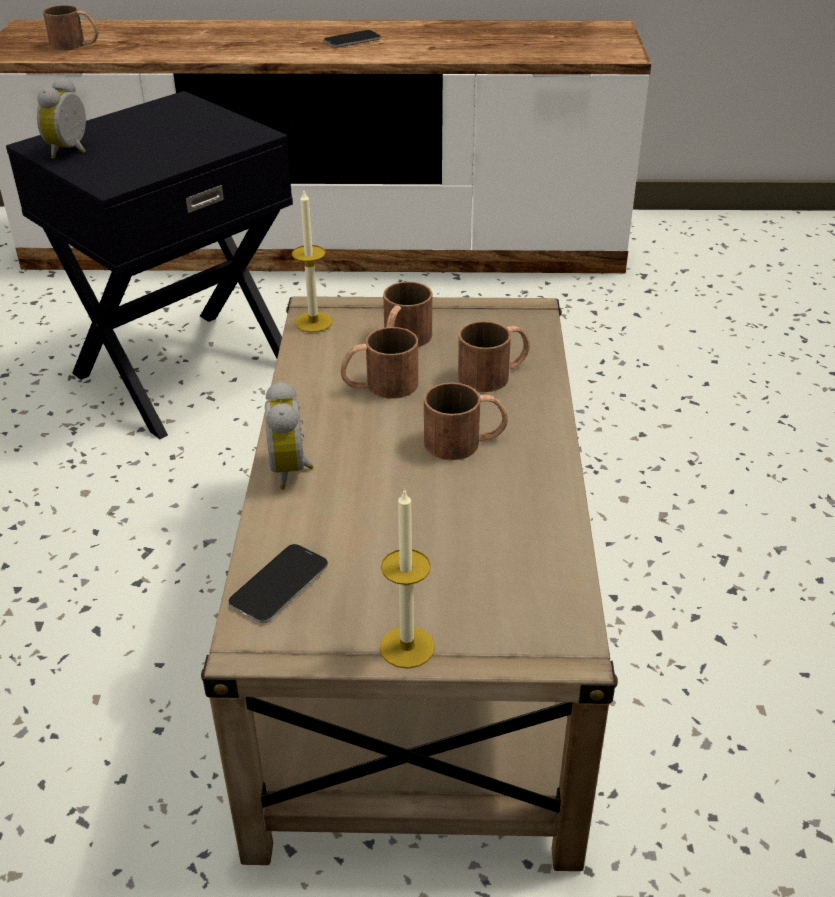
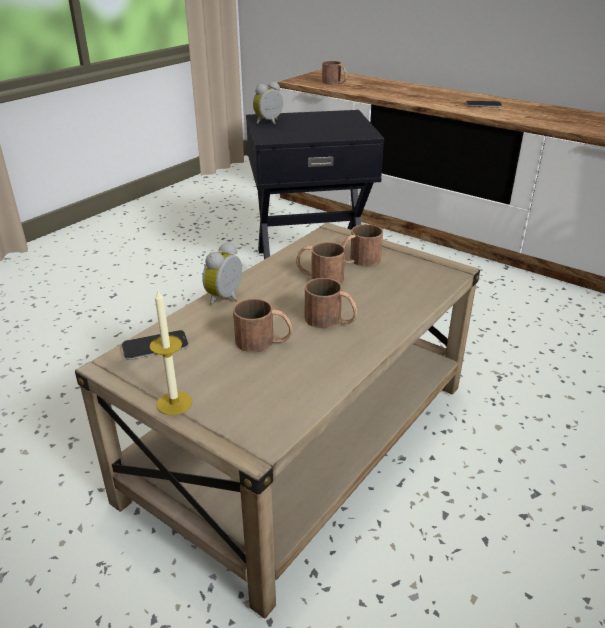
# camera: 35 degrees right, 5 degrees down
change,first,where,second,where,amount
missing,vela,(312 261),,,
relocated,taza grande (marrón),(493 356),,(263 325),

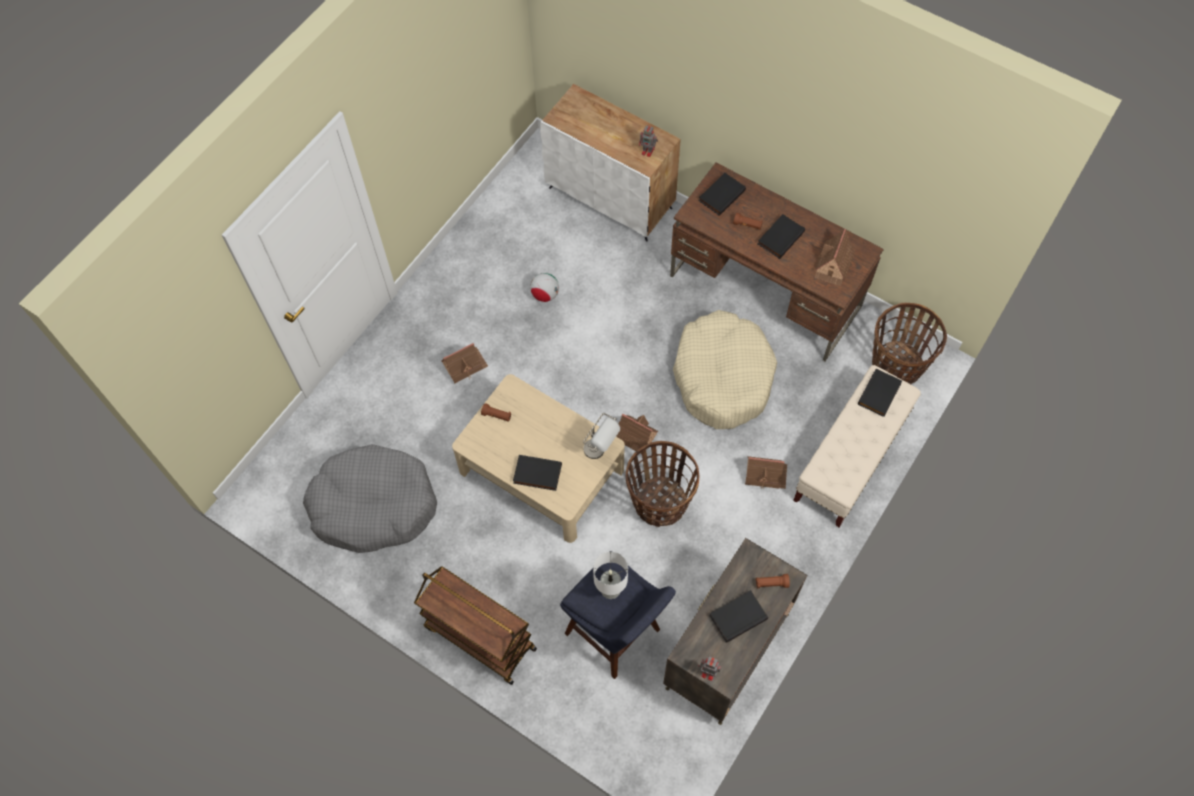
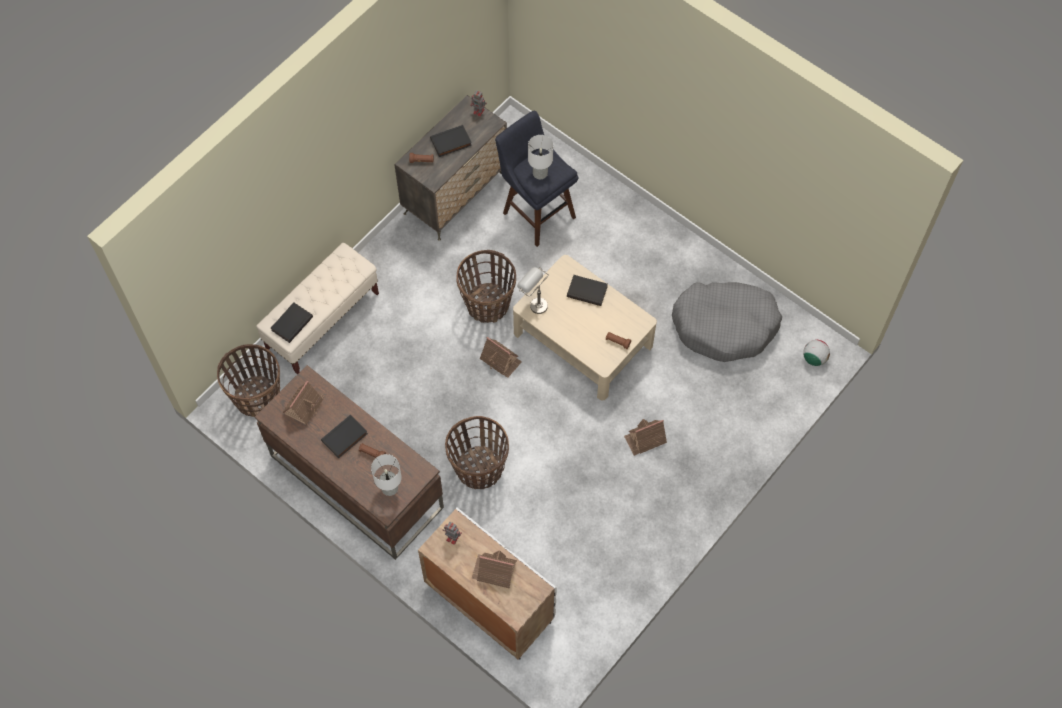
# camera: 175 degrees left, 0 degrees up
change,first,where,second,where,amount
missing,carrito (marrón),(475 625),,,
relocated,balón de fútbol,(544 287),,(816 353),
missing,cama para perro (beis),(725 369),,,
exchanged,libro (negro),(722 194),lámpara de mesa (blanco),(386 475),
relocated,casita,(766 472),,(494 569),
appeared,,,cesta,(477 452),

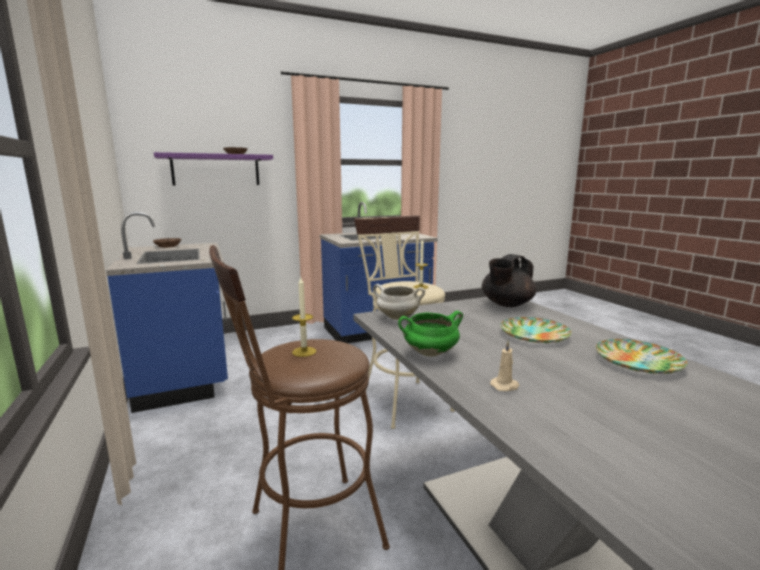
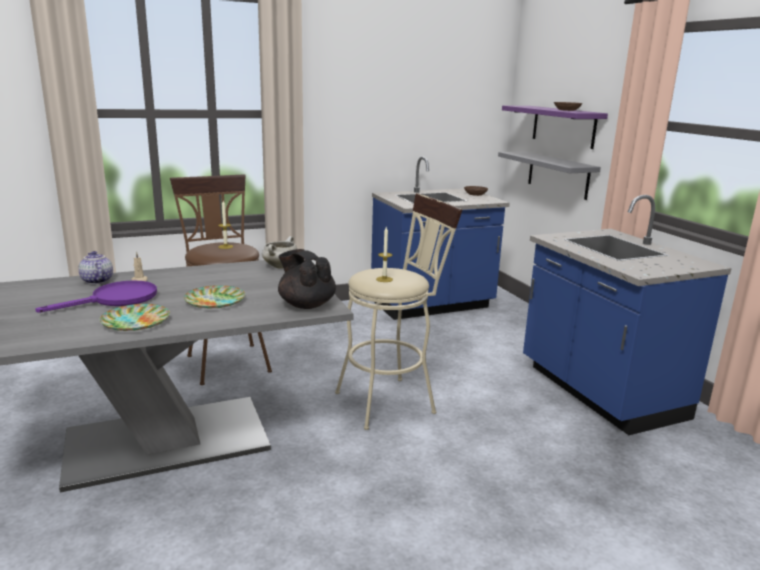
# camera: 90 degrees right, 5 degrees up
change,first,where,second,where,amount
missing,olla (verde),(430 333),,,
appeared,,,sartén (morado),(96 296),
appeared,,,tetera,(95 267),
appeared,,,estante (gris),(549 175),

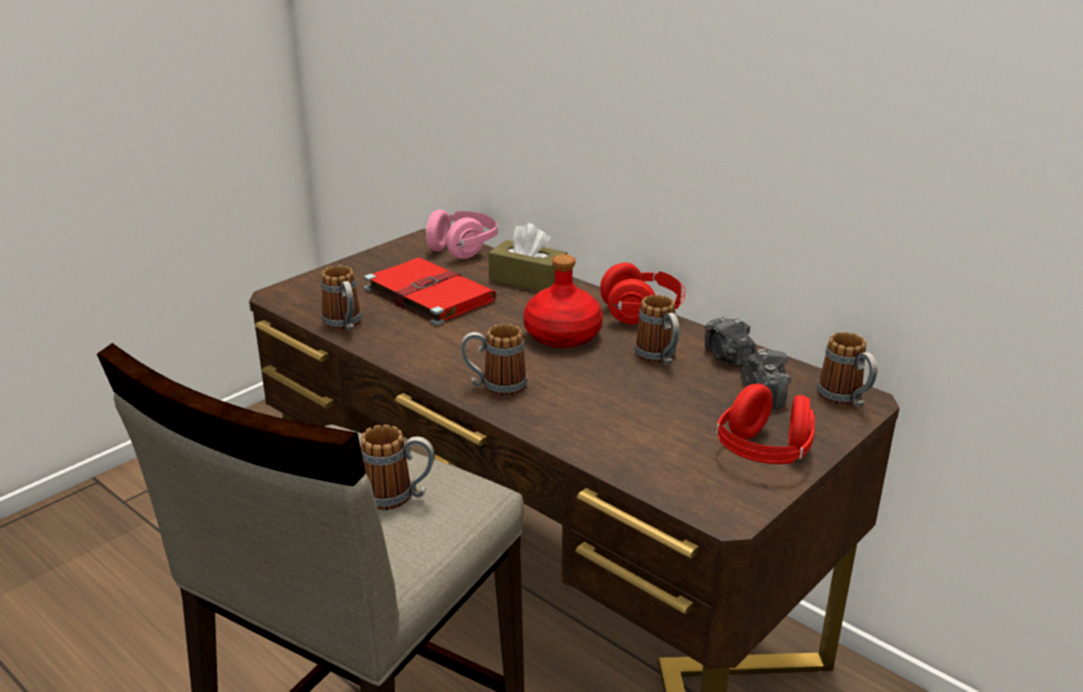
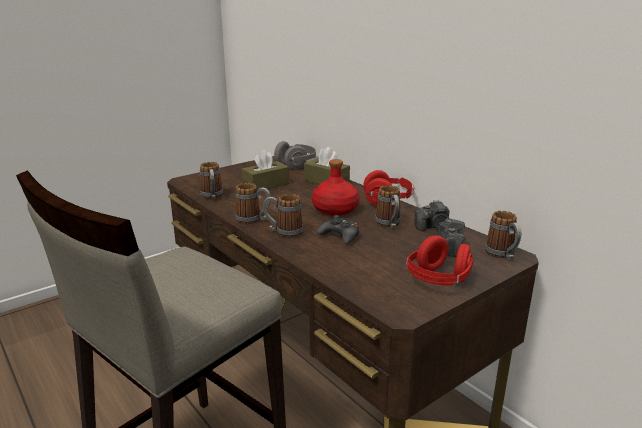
# camera: 10 degrees right, 5 degrees down
change,first,where,second,where,amount
relocated,taza grande,(397 467),,(253 203),
exchanged,libro (rojo),(430 292),caja de pañuelos (marrón),(265 170),
colour,auriculares (rosa),(462 234),auriculares (gris),(295 155),
spun,cámara,(730 342),,(432 215),90 degrees counterclockwise
appeared,,,mando de consola (negro),(338 229),

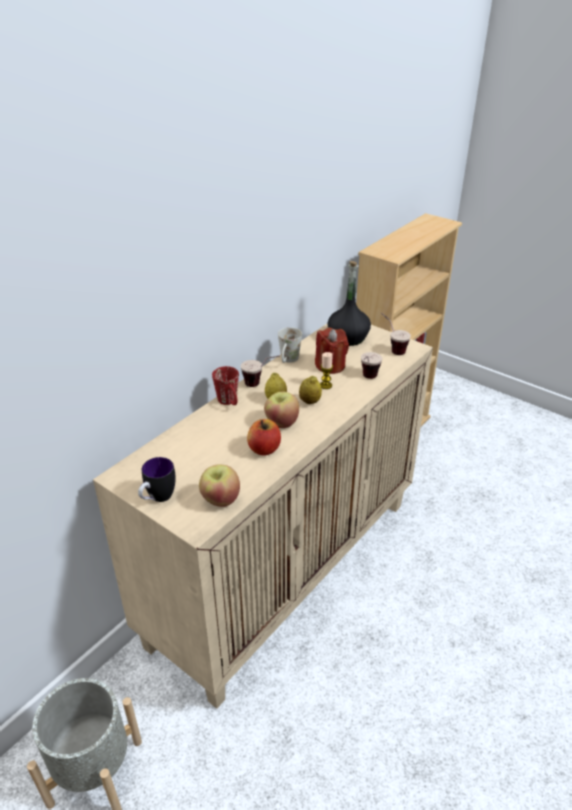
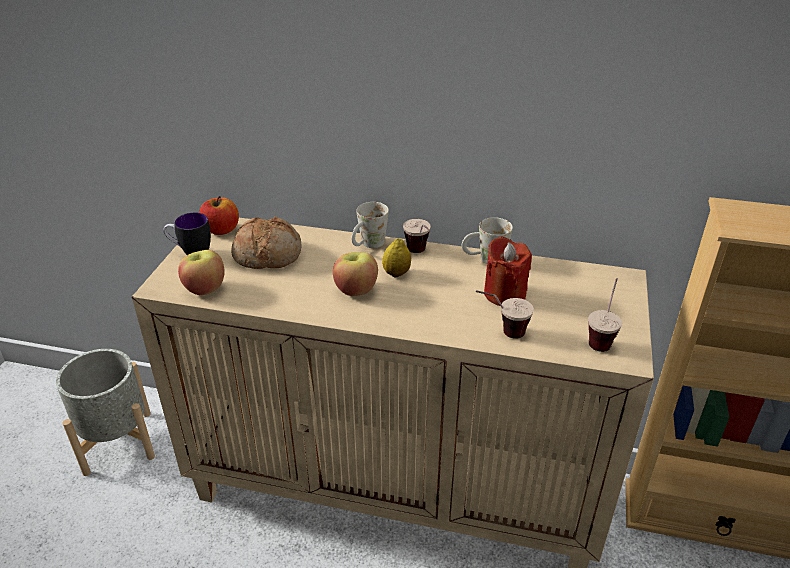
# camera: 65 degrees right, 0 degrees up
change,first,where,second,where,amount
colour,taza grande (rojo),(225 385),taza grande (blanco),(370 225),
relocated,manzana,(264 437),,(219 215),
missing,limón,(310 390),,,
missing,vela,(326 370),,,
missing,botella (negro),(349 303),,,
appeared,,,pan,(266 242),

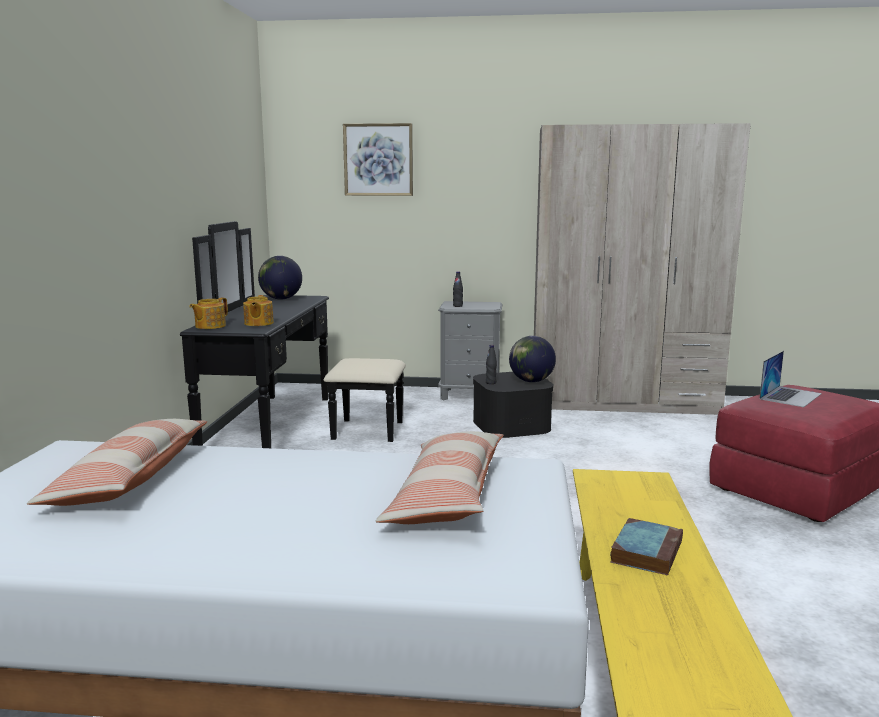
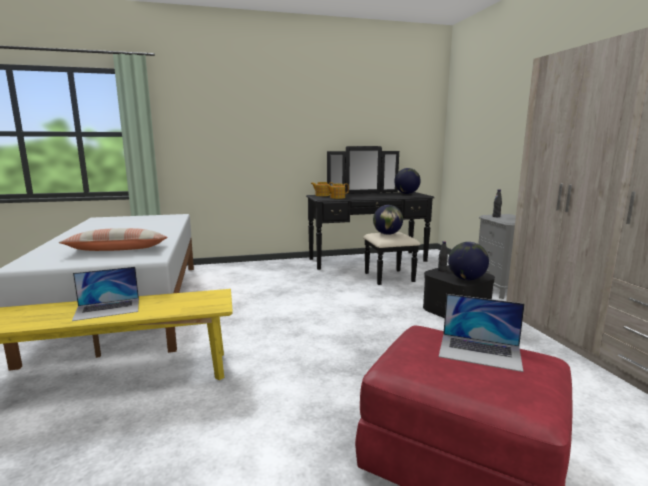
# camera: 70 degrees right, 0 degrees up
change,first,where,second,where,amount
missing,cojín,(117 462),,,
missing,cuadro,(378 159),,,
exchanged,libro,(646 546),portátil,(105 294),
appeared,,,globo terráqueo,(388 220),

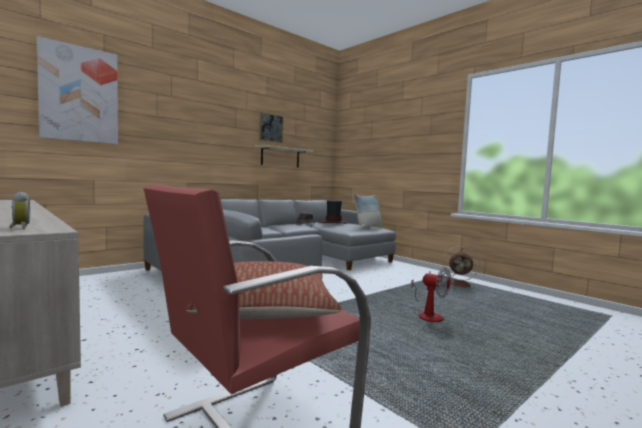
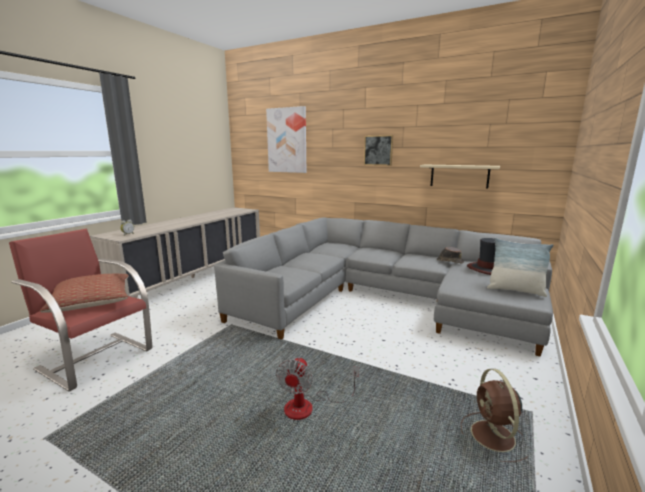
# camera: 70 degrees right, 10 degrees up
change,first,where,second,where,amount
relocated,cuadro,(271 127),,(378 150),

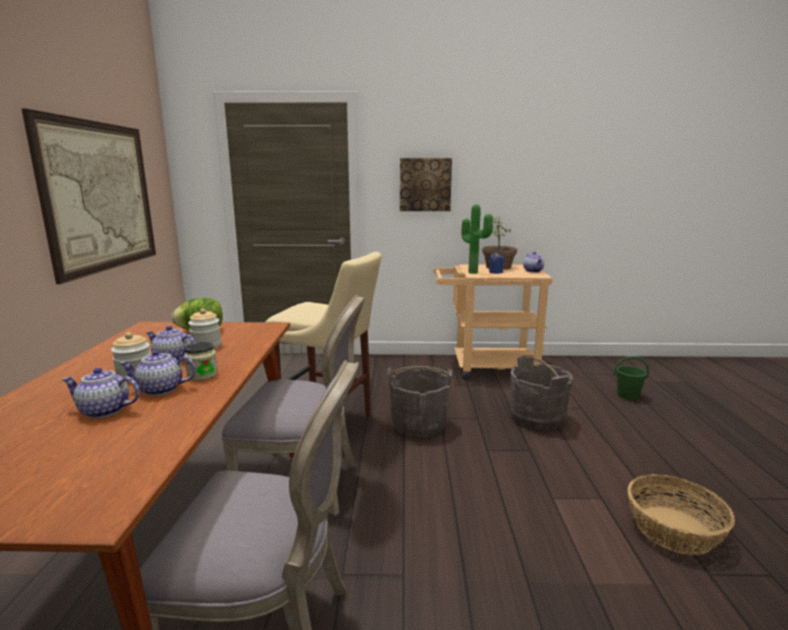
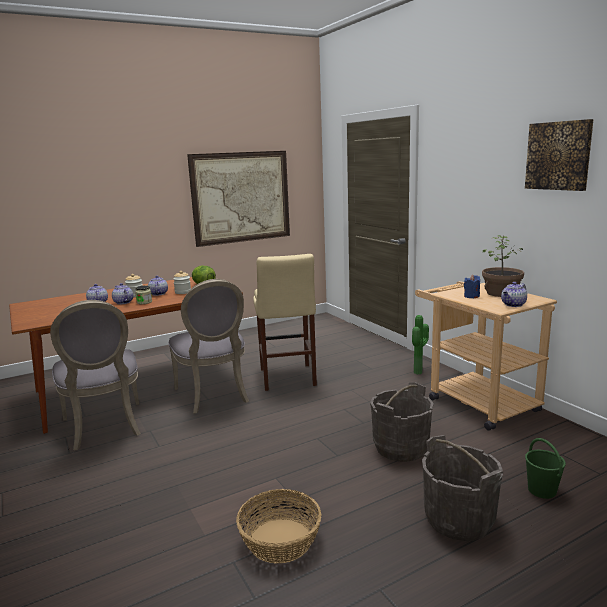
# camera: 60 degrees right, 0 degrees up
change,first,where,second,where,amount
relocated,cubo (gris),(419 402),,(462 488),
relocated,cuadro,(426 184),,(559 155),
relocated,planta en maceta,(477 239),,(420 345),

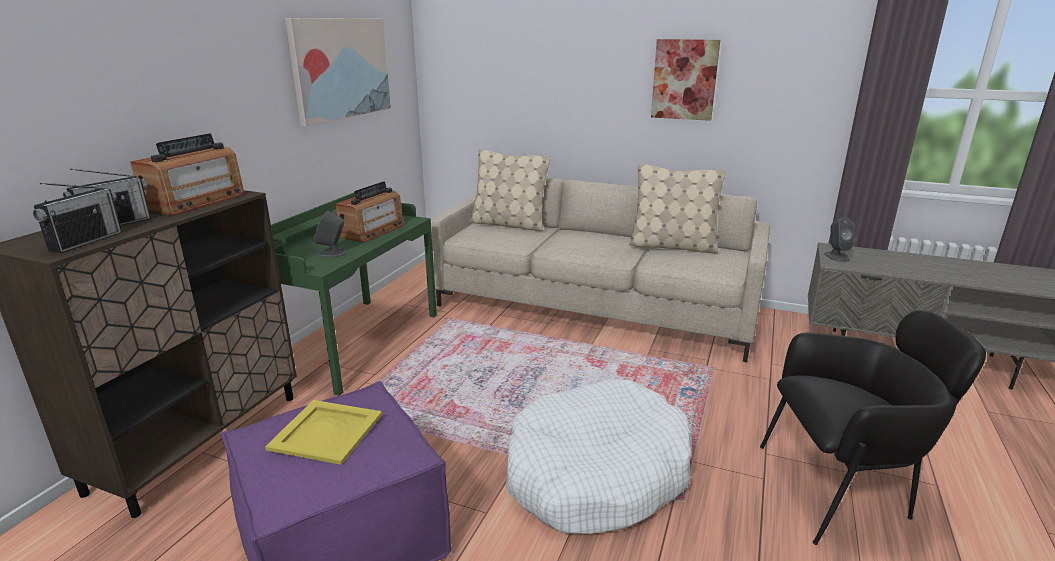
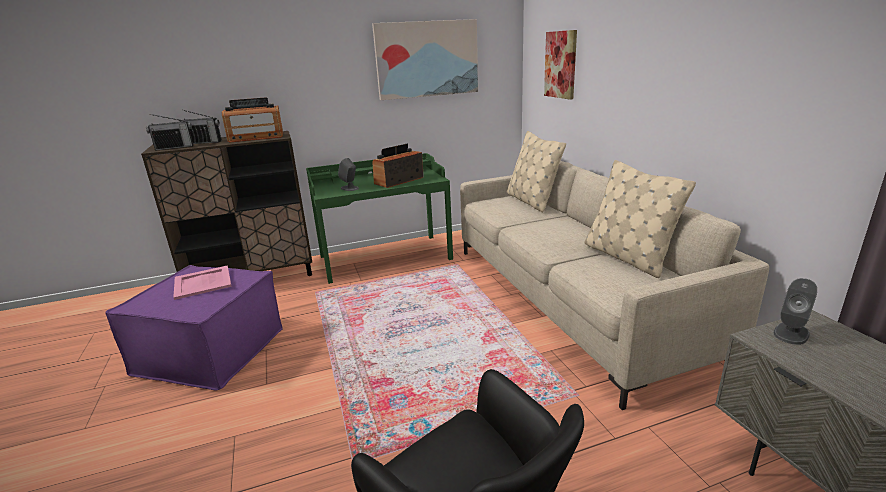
# camera: 50 degrees right, 0 degrees up
change,first,where,second,where,amount
colour,bandeja (amarillo),(323 432),bandeja (rosa),(202 282),
spun,radio,(369 212),,(398 166),150 degrees clockwise
missing,cama para perro (blanco),(599 456),,,
relocated,cuadro,(685 80),,(560 65),

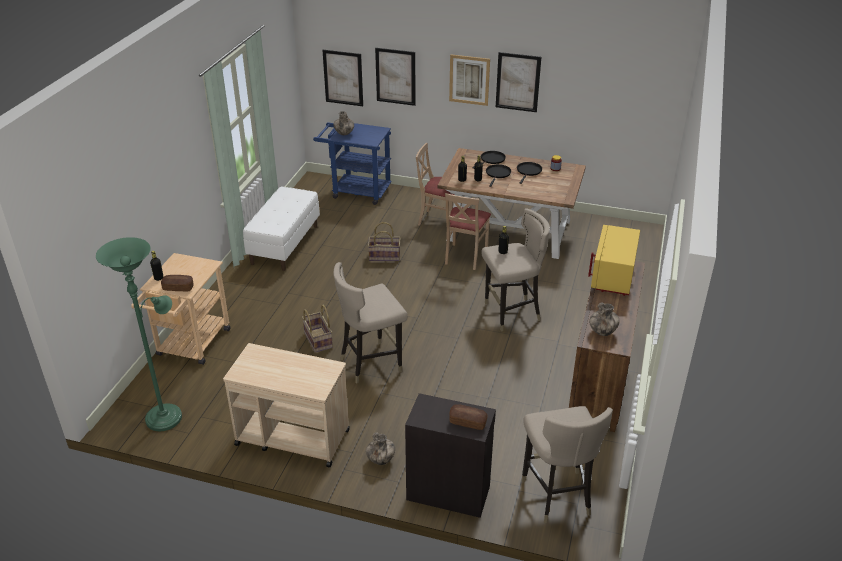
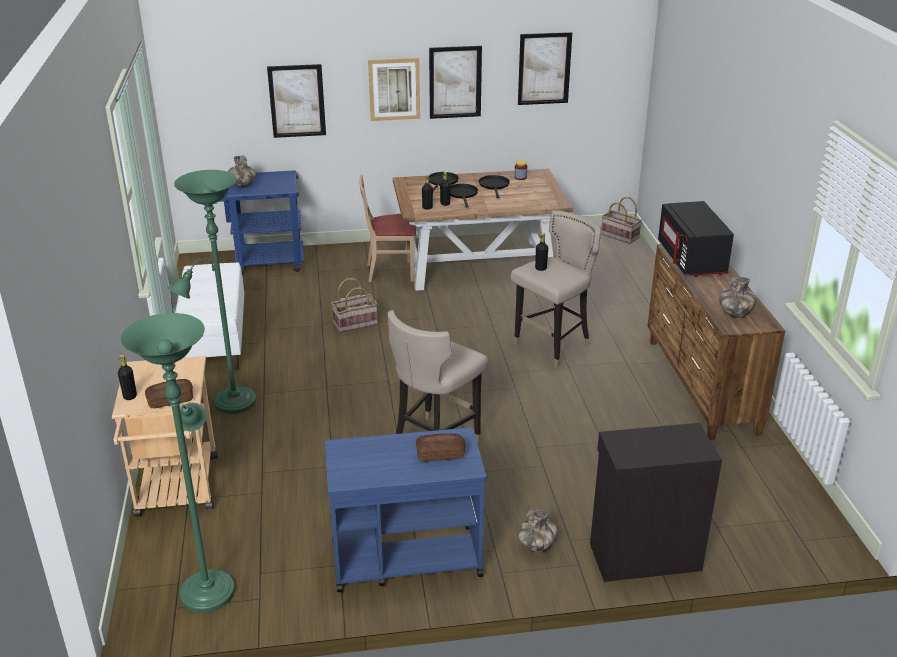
# camera: 25 degrees left, 5 degrees down
change,first,where,second,where,amount
colour,carrito (beis),(286 405),carrito (azul),(405 509),
relocated,cesta,(317 329),,(621 220),
relocated,cuadro,(342 78),,(545 68),
missing,silla (beis),(468 231),,,
relocated,pan,(468 417),,(440 447),
missing,taburete (beis),(567 464),,,
colour,microondas (amarillo),(614 260),microondas (negro),(696 239),
appeared,,,lámpara de pie (verde),(212 292),

